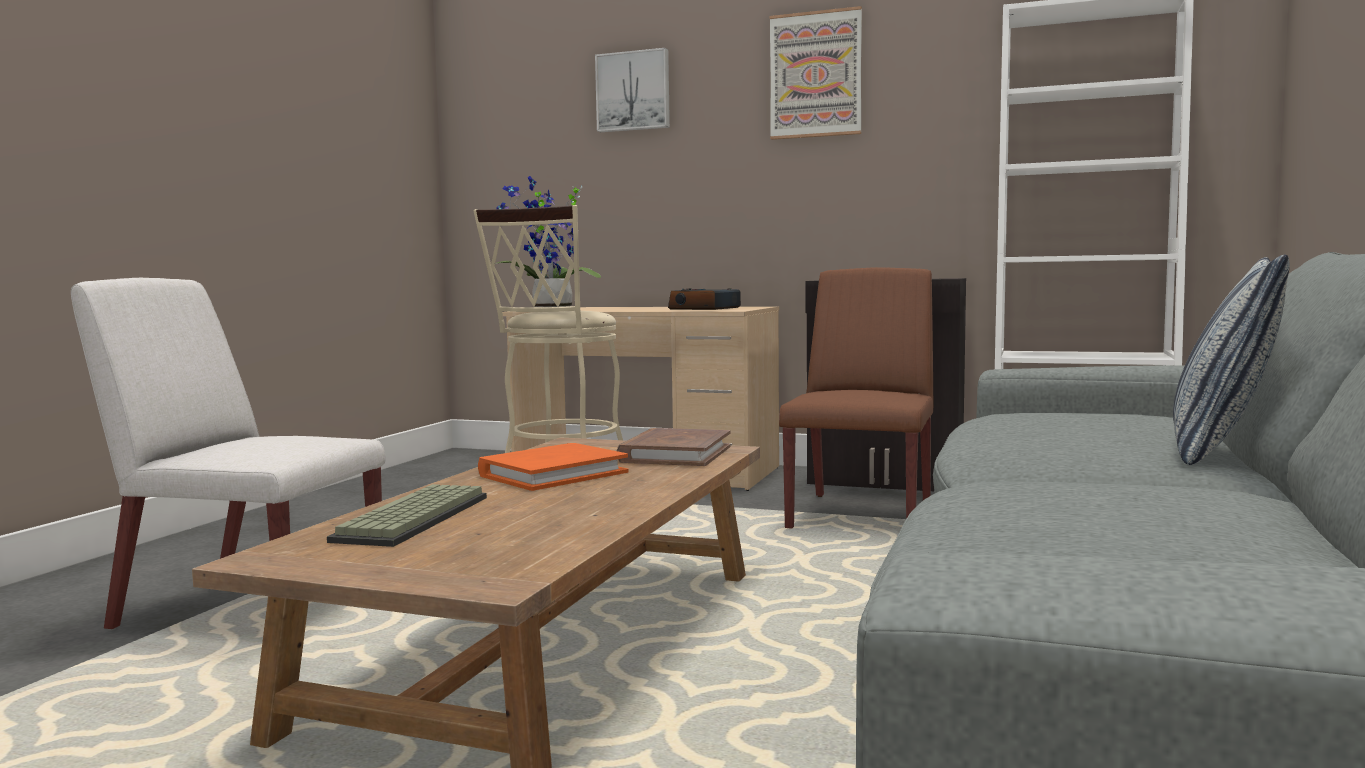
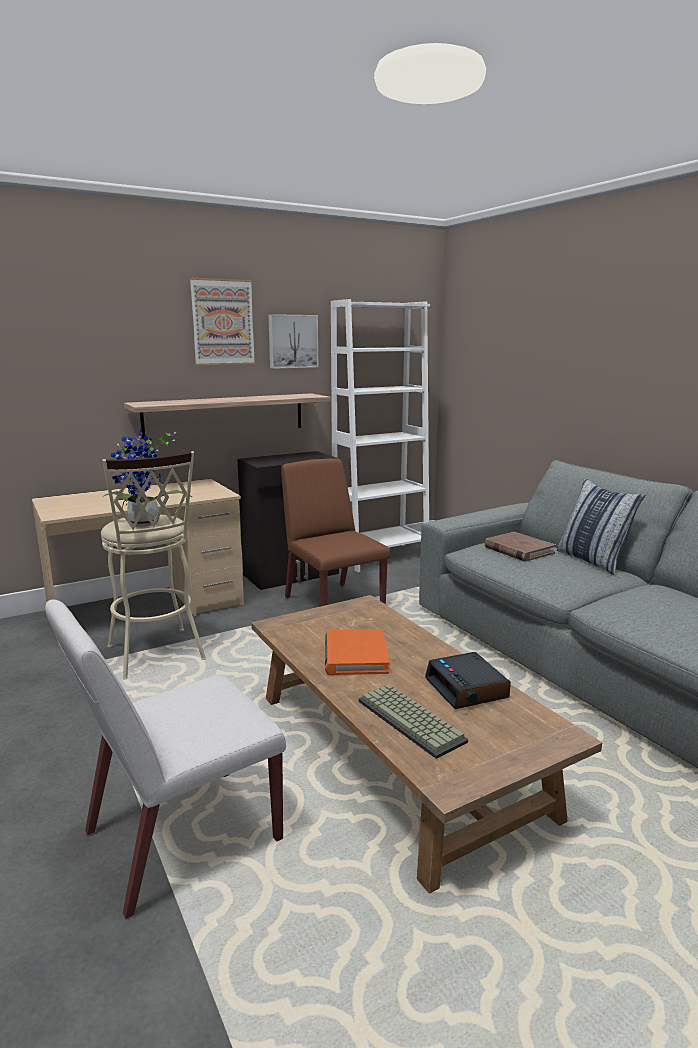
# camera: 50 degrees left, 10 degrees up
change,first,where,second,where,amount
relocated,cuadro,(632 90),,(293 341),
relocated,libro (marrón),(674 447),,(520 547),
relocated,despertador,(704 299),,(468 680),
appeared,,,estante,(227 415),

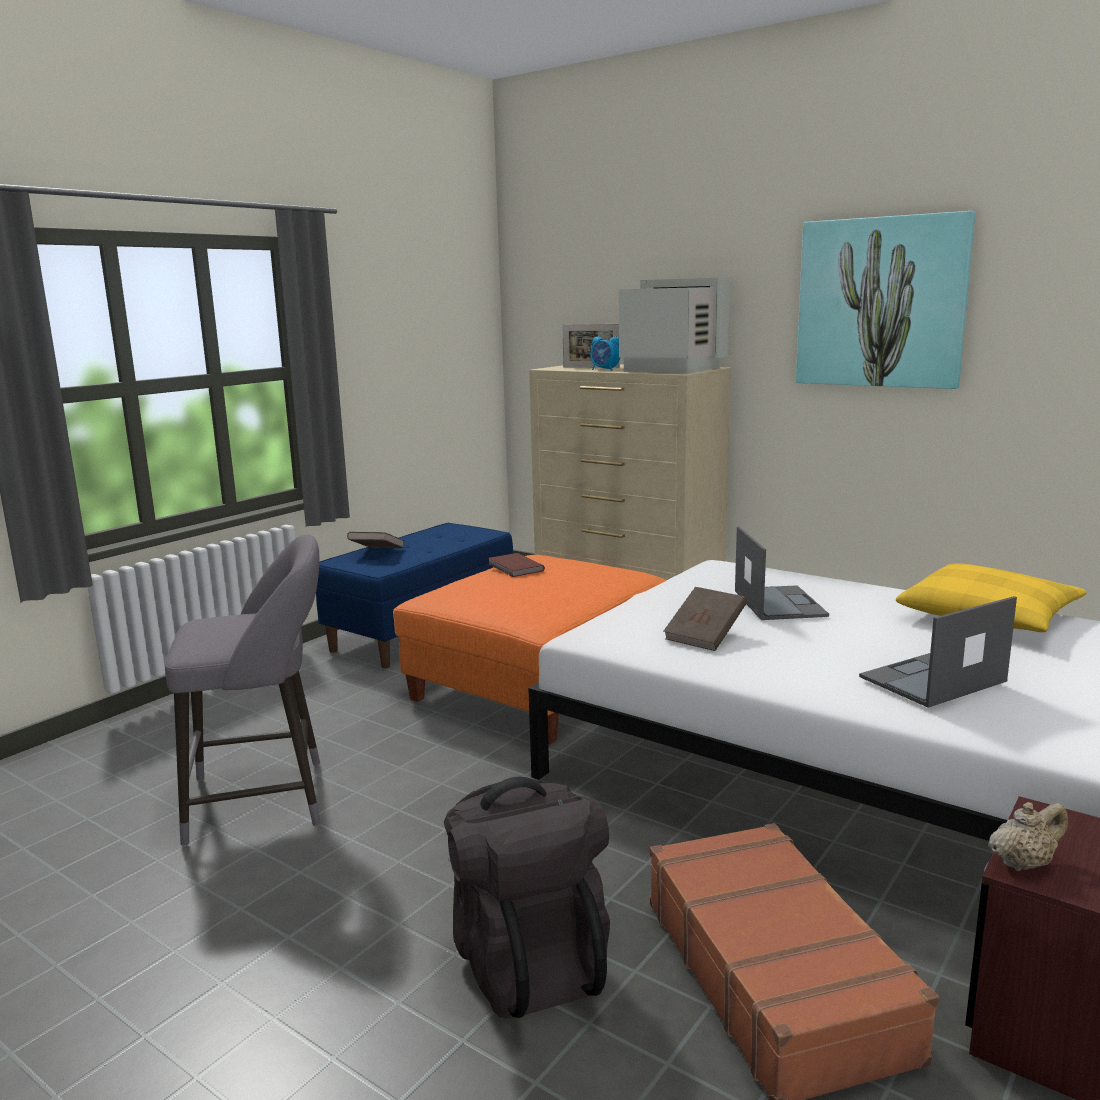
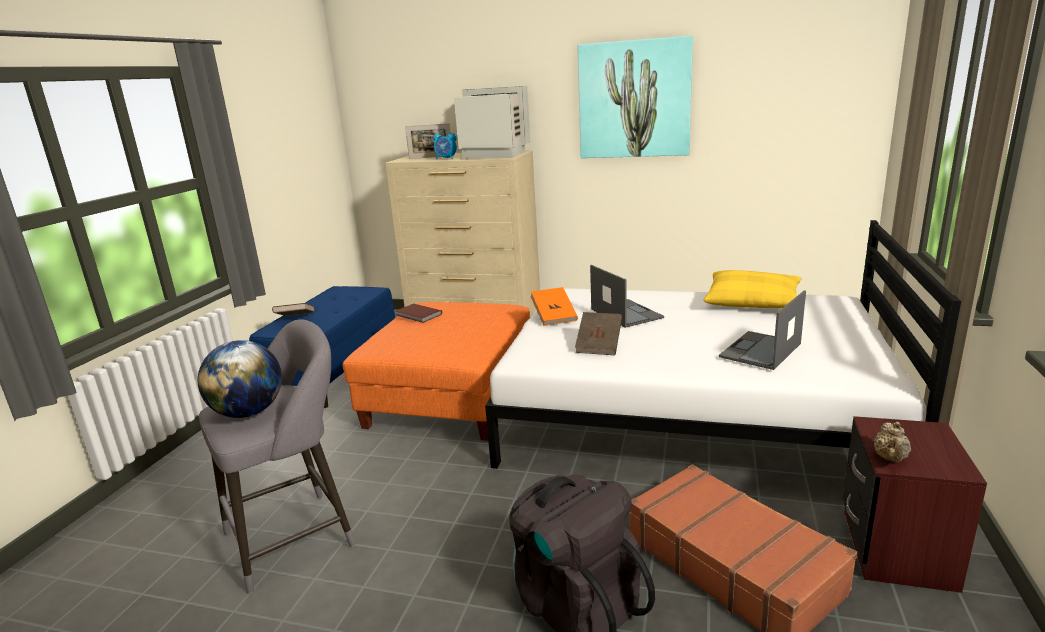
# camera: 20 degrees left, 5 degrees up
change,first,where,second,where,amount
spun,tetera (beis),(1028 836),,(892 442),150 degrees clockwise
appeared,,,globo terráqueo,(240 379),
appeared,,,libro (naranja),(554 306),

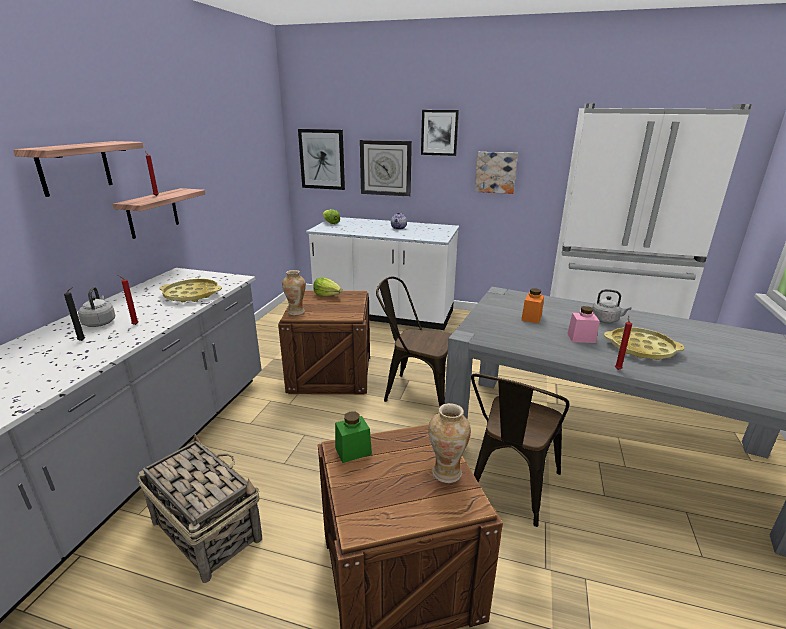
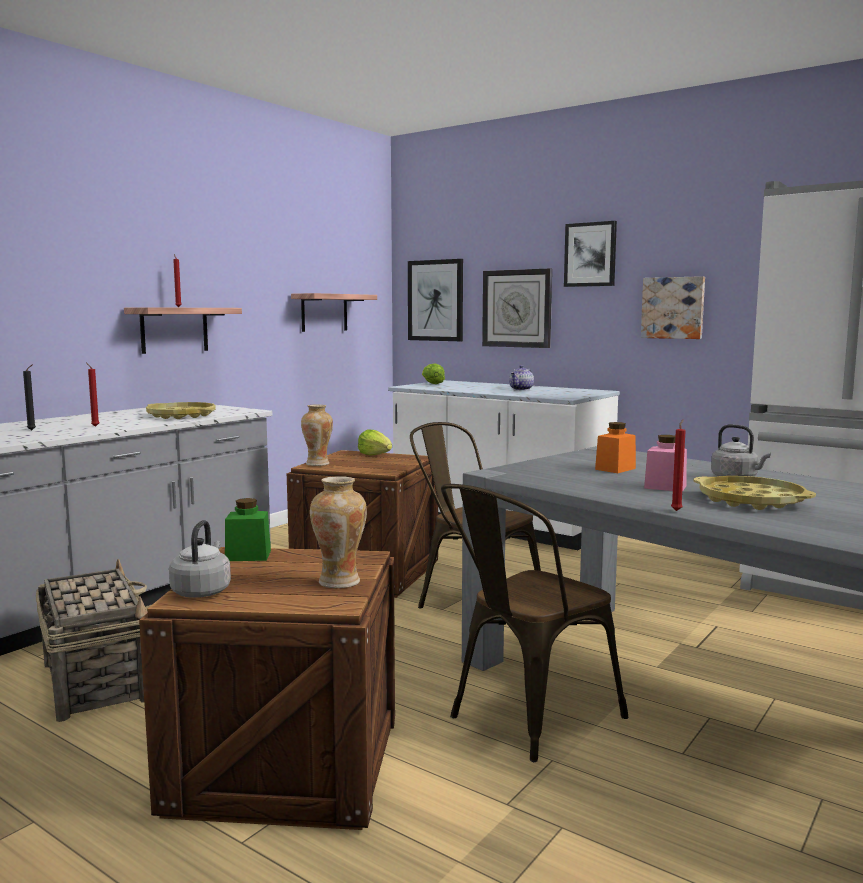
# camera: 20 degrees right, 15 degrees down
change,first,where,second,where,amount
relocated,estante,(78 169),,(334 312),
relocated,hervidor (gris),(96 307),,(200 559),

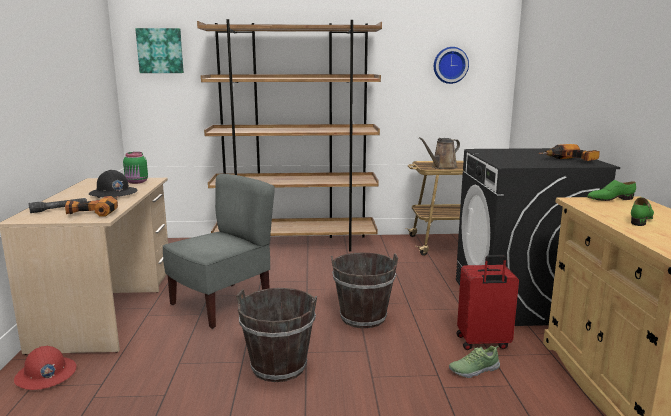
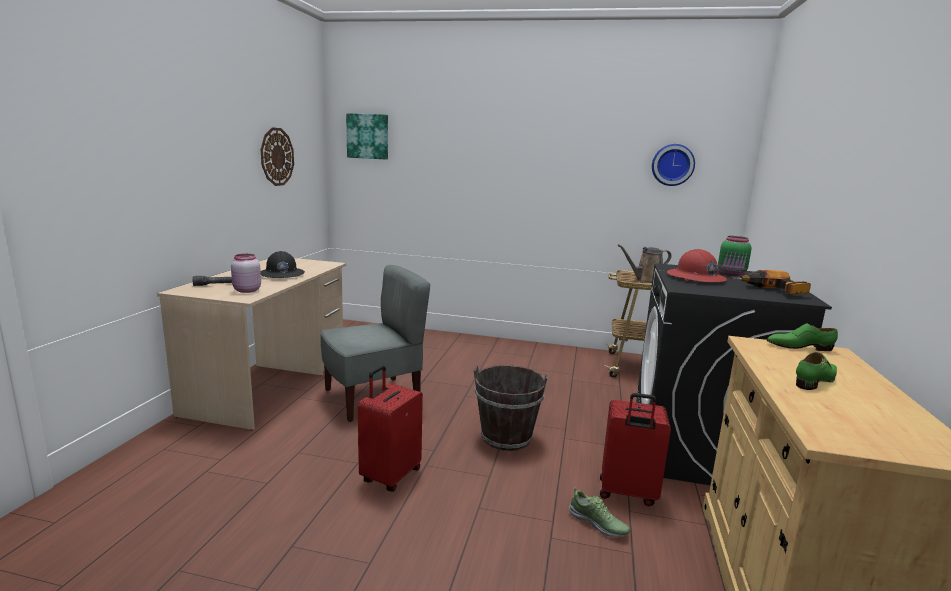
# camera: 15 degrees right, 0 degrees up
change,first,where,second,where,amount
relocated,casco (rojo),(45 368),,(697 265),
exchanged,taladro,(91 206),tarro (rosa),(246 273),
relocated,tarro (verde),(135 168),,(735 256),
missing,estantería (marrón),(289 135),,,
exchanged,cubo (marrón),(276 335),maleta (rojo),(390 429),
spun,zapato,(474 362),,(599 512),135 degrees counterclockwise
appeared,,,reloj de pared,(277 156),

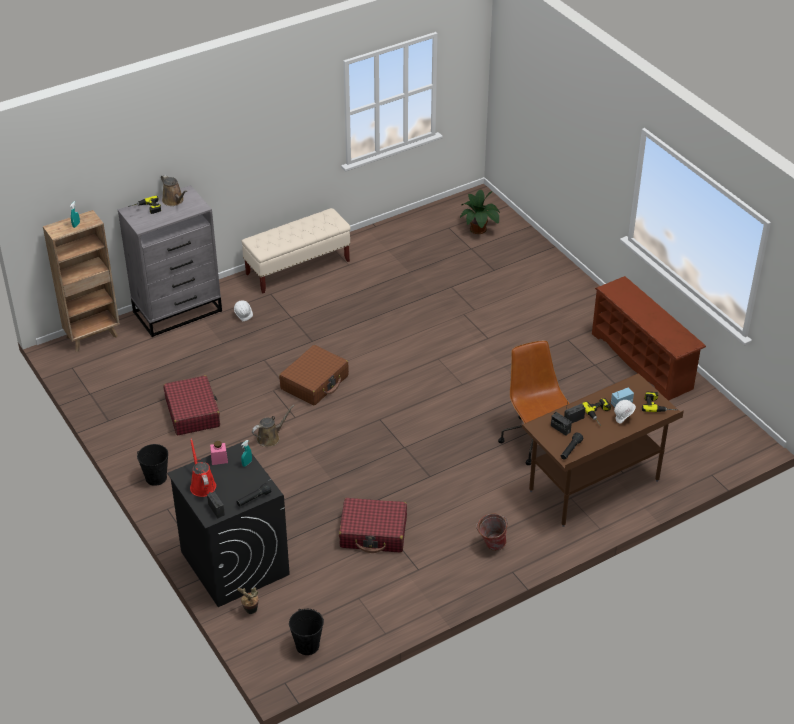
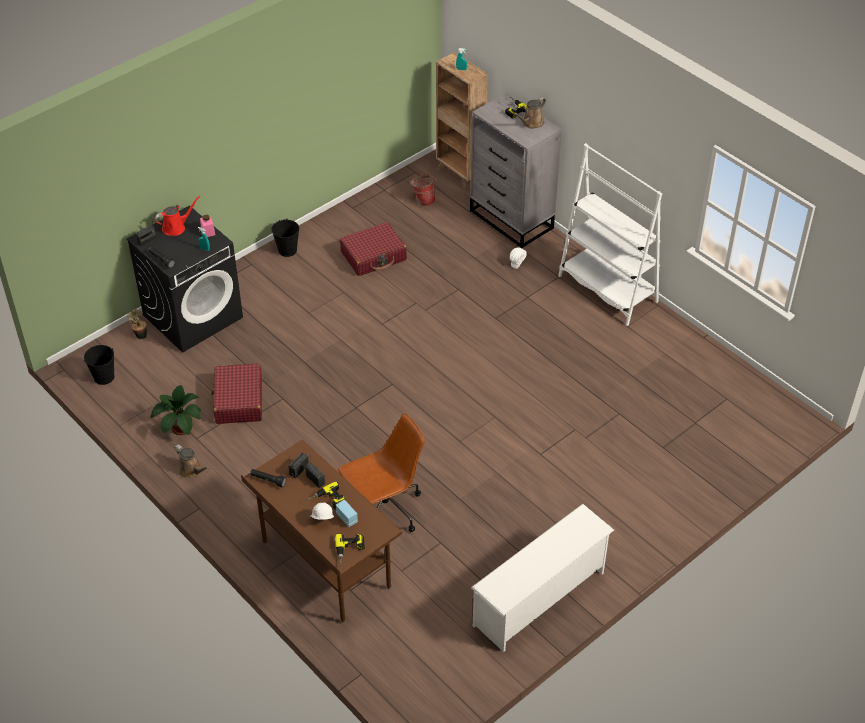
# camera: 80 degrees right, 5 degrees up
change,first,where,second,where,amount
exchanged,banco (beis),(296 250),estantería (blanco),(610 234),
relocated,regadera (marrón),(273 426),,(191 461),
missing,maleta (marrón),(314 375),,,
relocated,planta en maceta,(480 212),,(176 410),
relocated,cubo,(492 532),,(424 190),
colour,zapatero (marrón),(649 338),zapatero (blanco),(542 578),

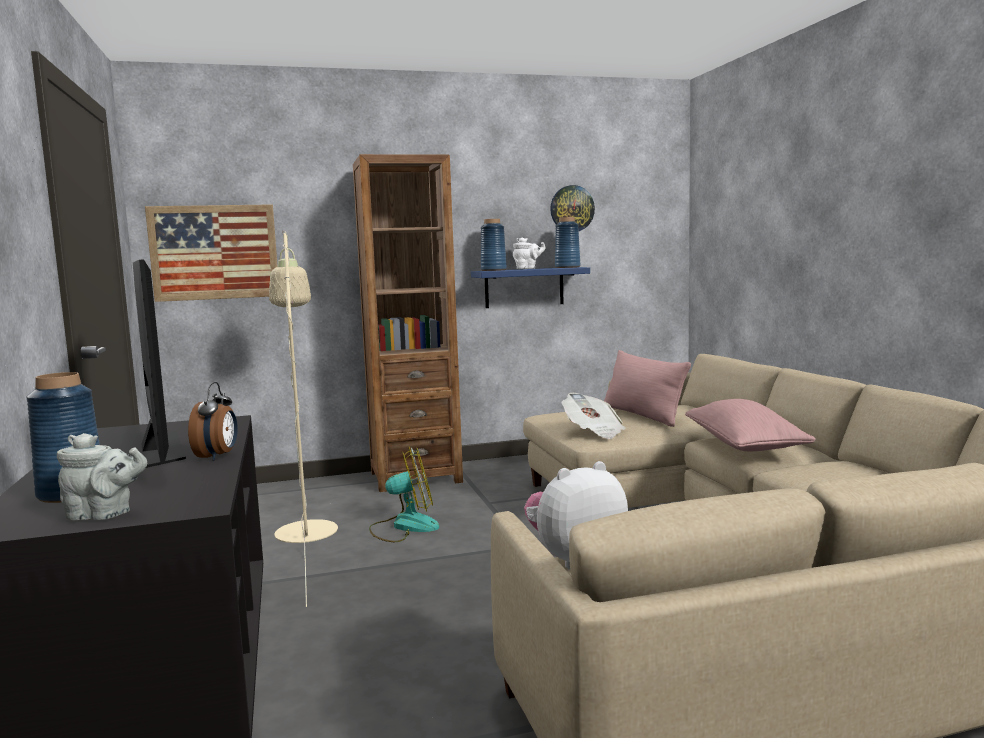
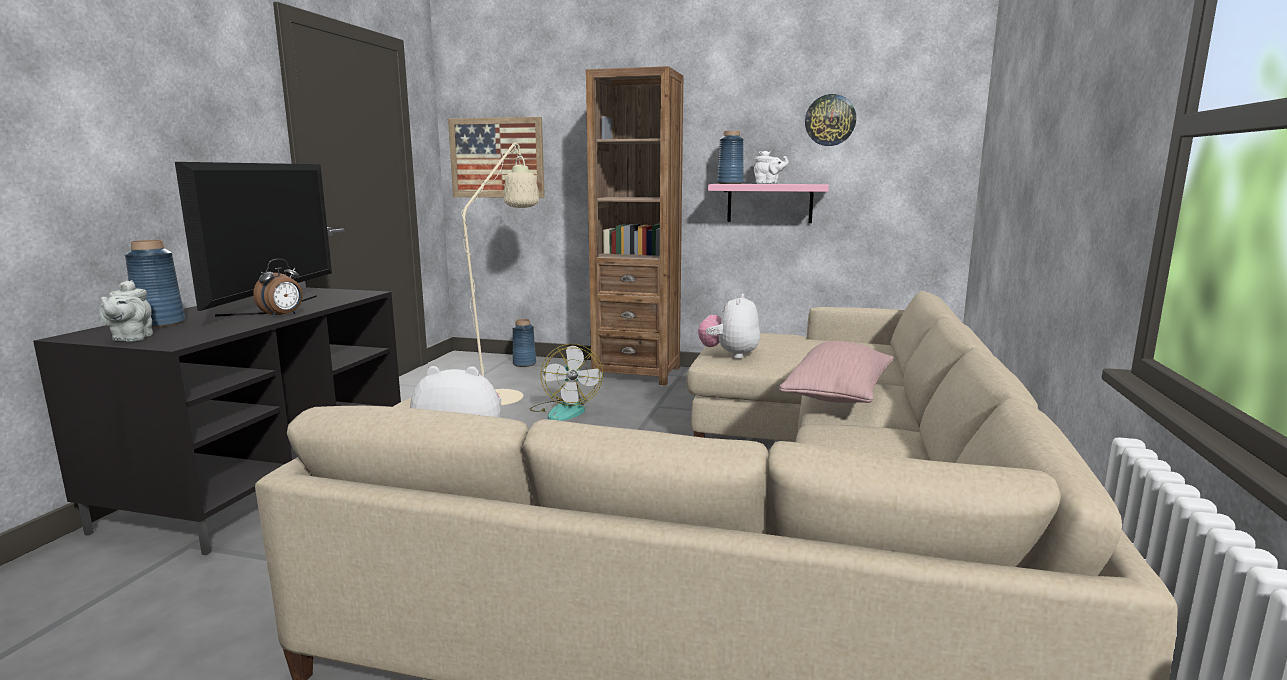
# camera: 30 degrees right, 5 degrees up
change,first,where,second,where,amount
spun,tetera (gris),(102 477),,(126 311),45 degrees clockwise
spun,ventilador,(404 494),,(566 382),60 degrees clockwise
colour,estante (azul),(530 287),estante (rosa),(768 203),
relocated,florero (azul),(568 242),,(524 343),
exchanged,periódico,(594 416),peluche,(729 326),
missing,cojín (rosa),(647 388),,,

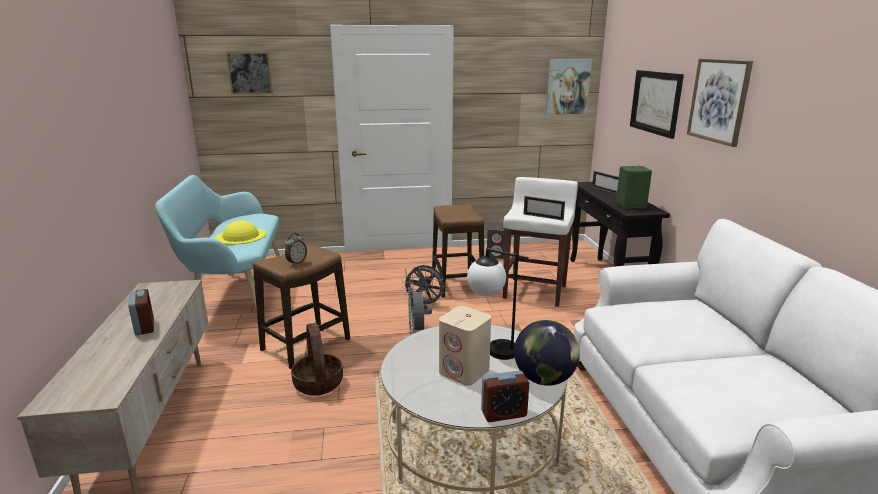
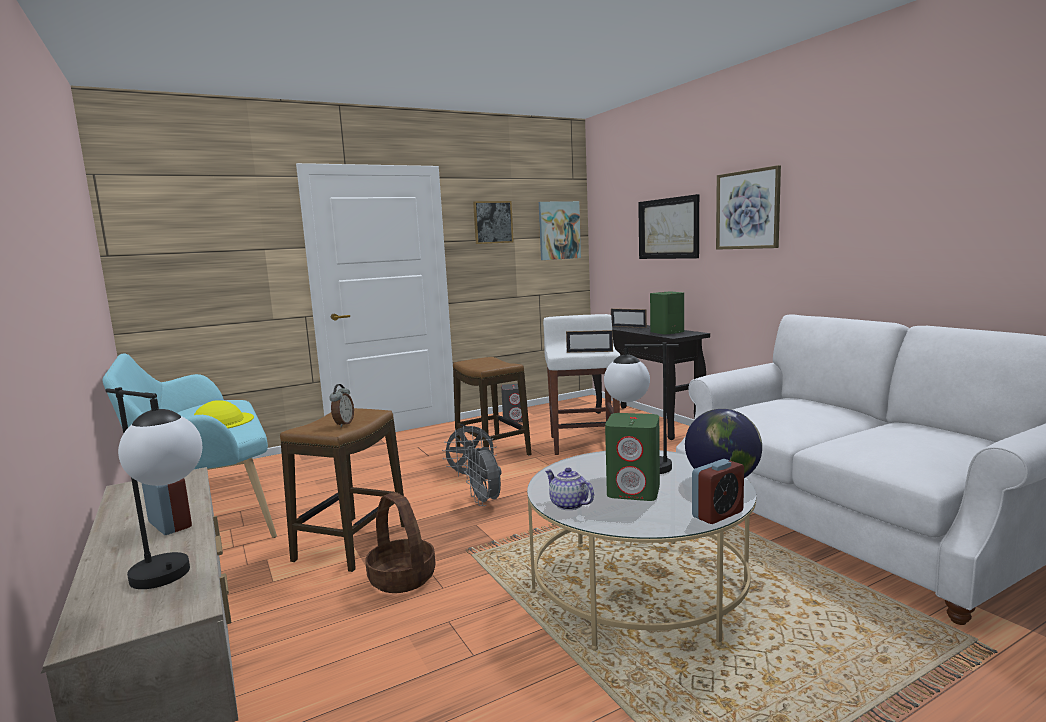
# camera: 20 degrees left, 10 degrees down
change,first,where,second,where,amount
relocated,cuadro,(249 73),,(493 222),
colour,altavoz (beis),(465 346),altavoz (verde),(632 457),
appeared,,,lámpara de mesa,(153 488),
appeared,,,tetera,(569 489),

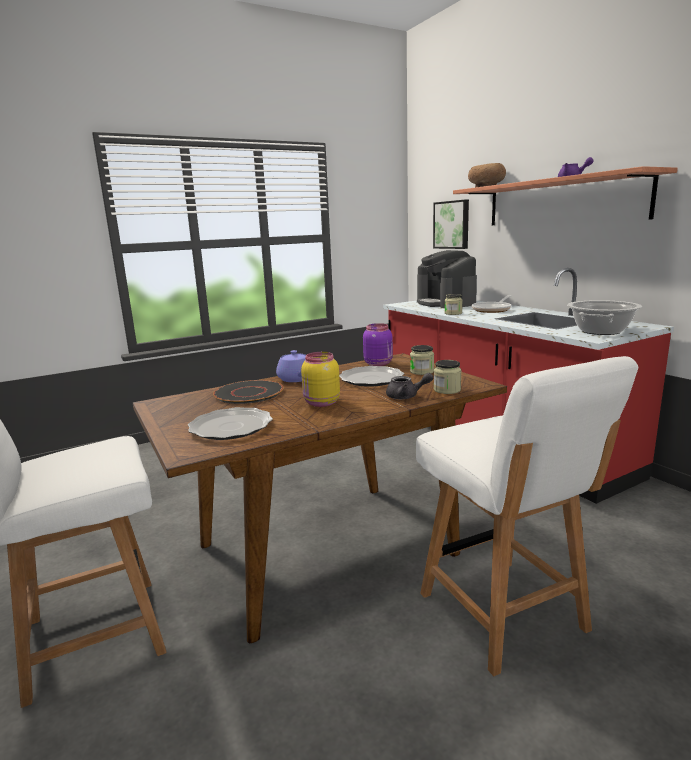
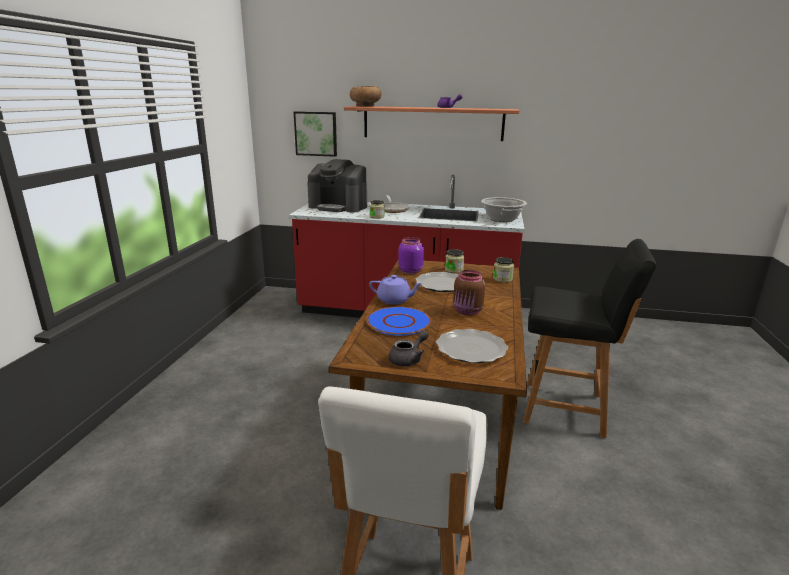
# camera: 50 degrees left, 5 degrees up
change,first,where,second,where,amount
colour,plato (negro),(248 392),plato (azul),(399 321),
colour,tarro (amarillo),(320 379),tarro (marrón),(469 292),
relocated,tetera (gris),(409 386),,(409 348),
colour,silla (blanco),(527 516),silla (negro),(589 338),

